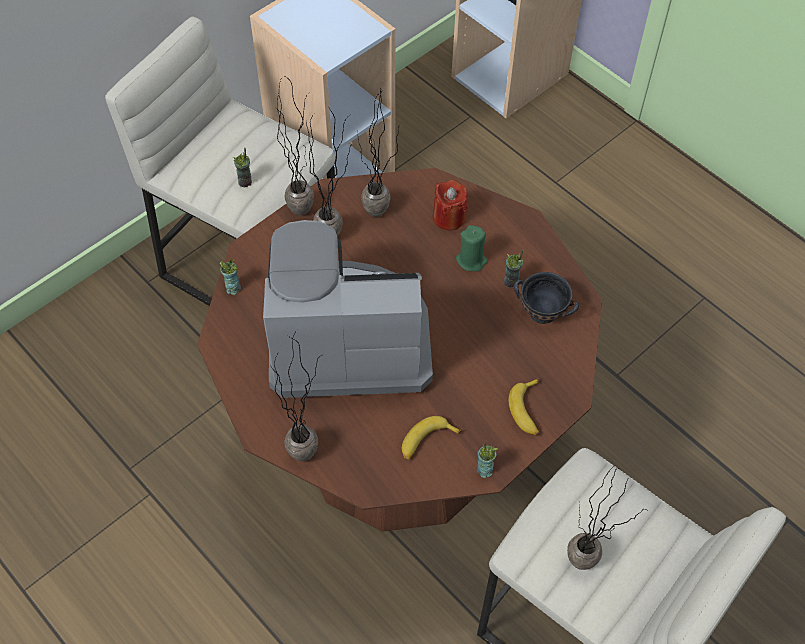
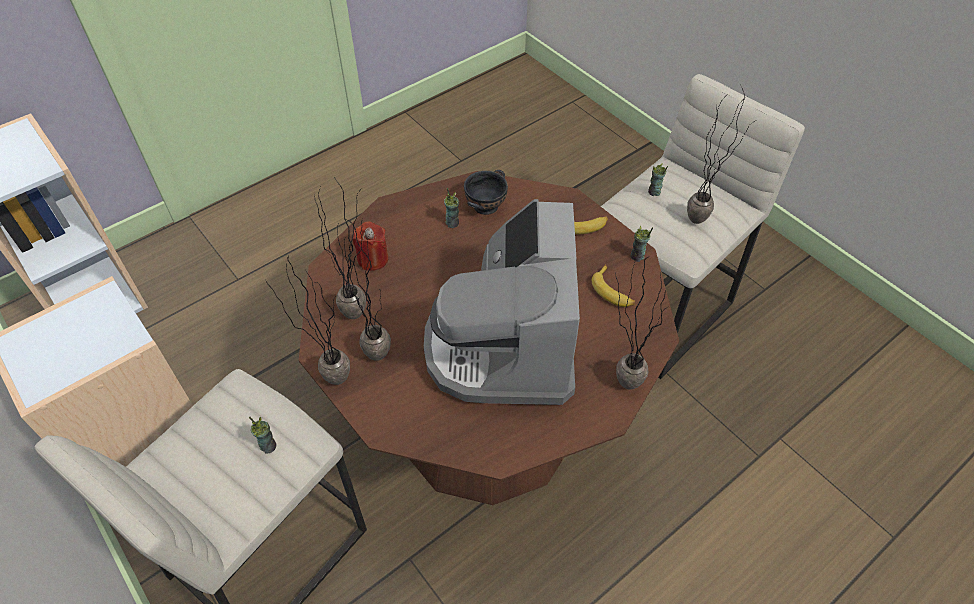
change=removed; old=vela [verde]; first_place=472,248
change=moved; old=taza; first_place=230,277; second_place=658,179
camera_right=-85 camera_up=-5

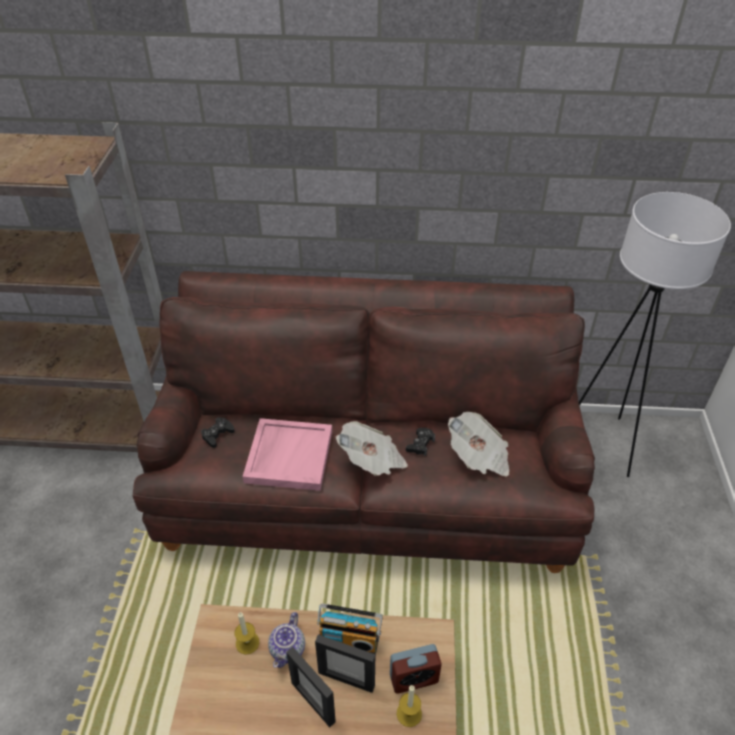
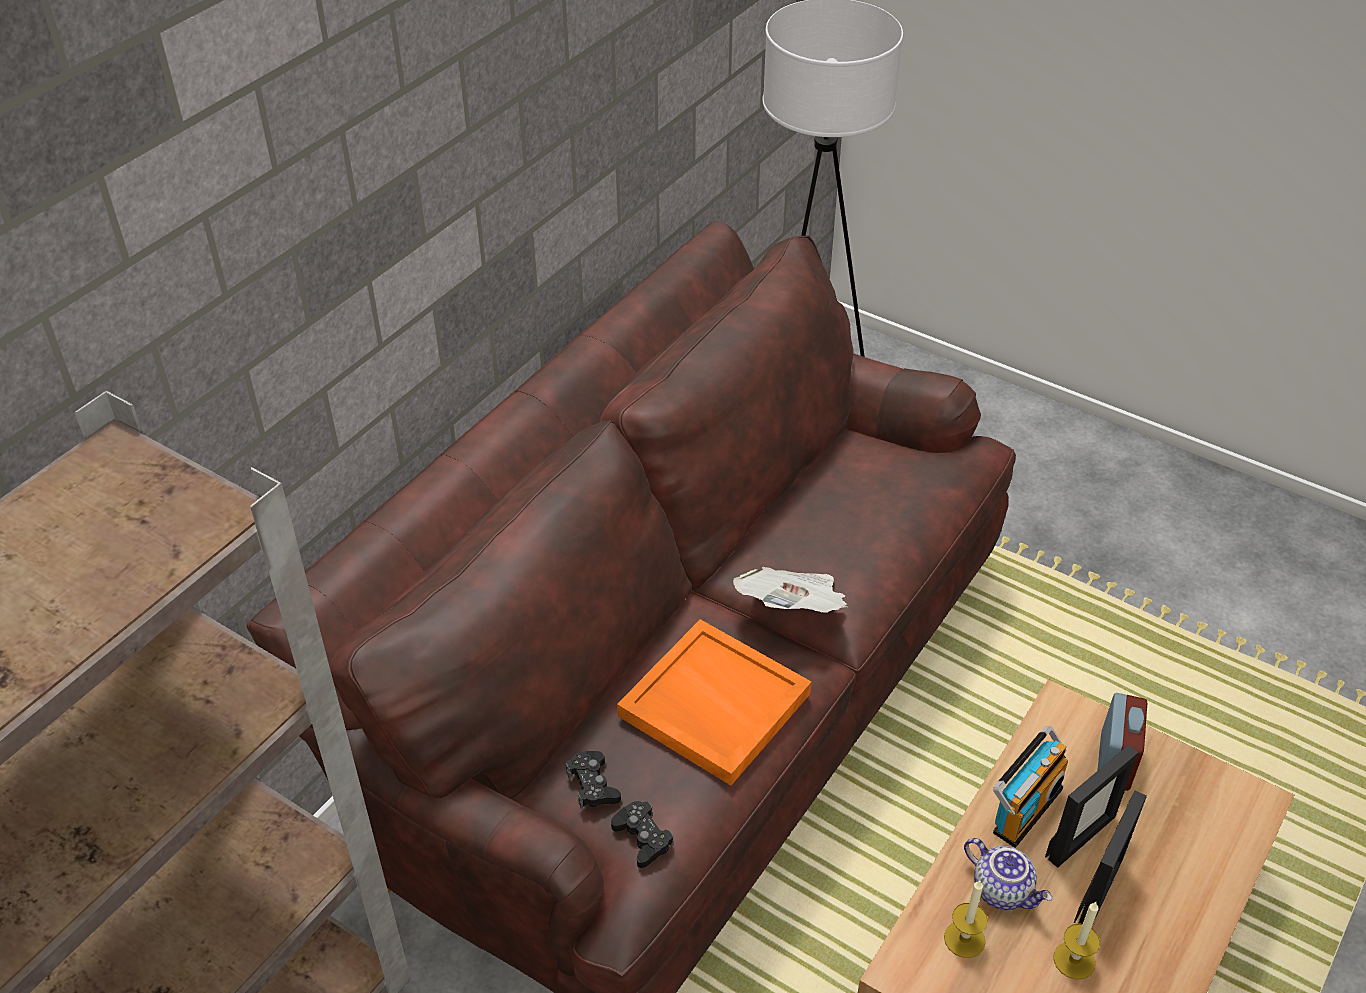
change=removed; old=periódico; first_place=478,444
change=moved; old=vela; first_place=409,706; second_place=1076,941
change=moved; old=mando de consola [negro]; first_place=420,442; second_place=642,834
change=recoloured; old=bandeja [rosa]; new=bandeja [naranja]; first_place=287,454; second_place=714,702
change=turned; old=portarretratos; first_place=311,687; second_place=1110,857; degrees=-45
camera_right=-60 camera_up=0

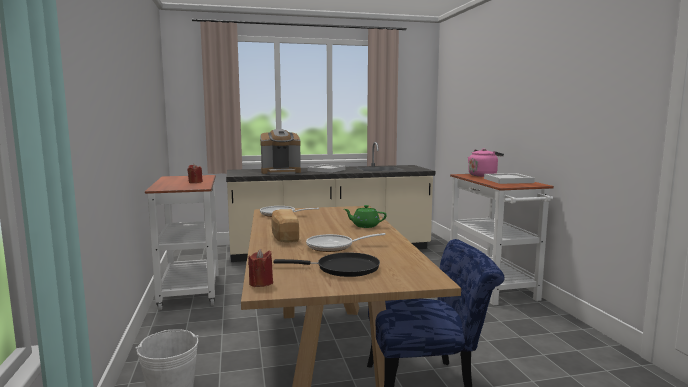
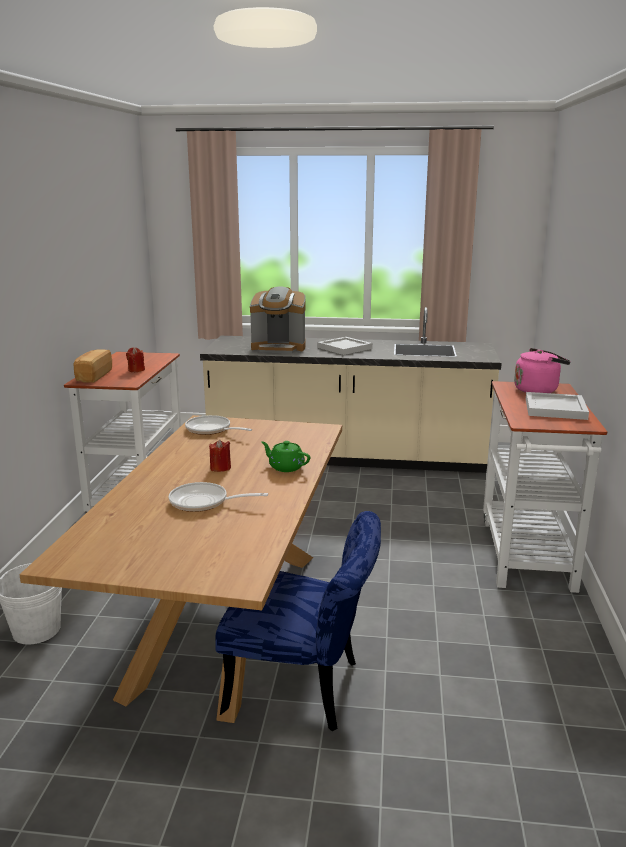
change=removed; old=sartén [negro]; first_place=326,265
change=moved; old=vela [rojo]; first_place=260,268; second_place=220,455
change=moved; old=pan; first_place=285,226; second_place=93,366
camera_right=20 camera_up=10

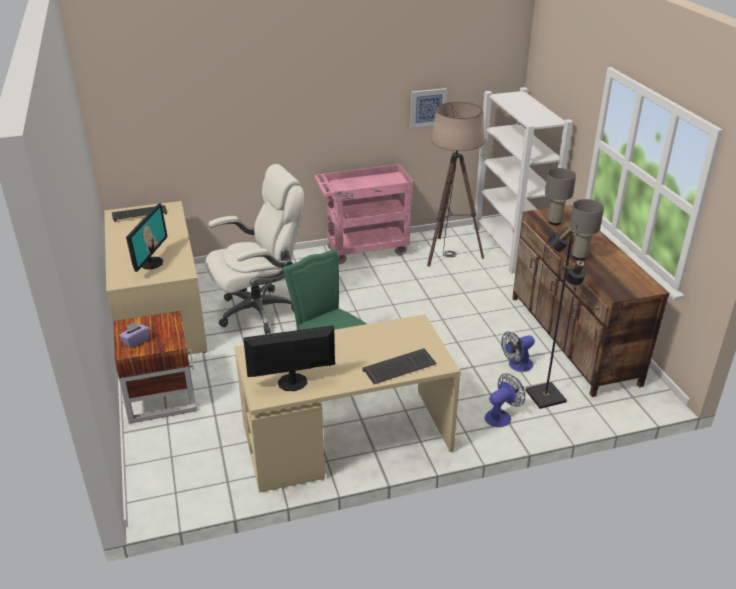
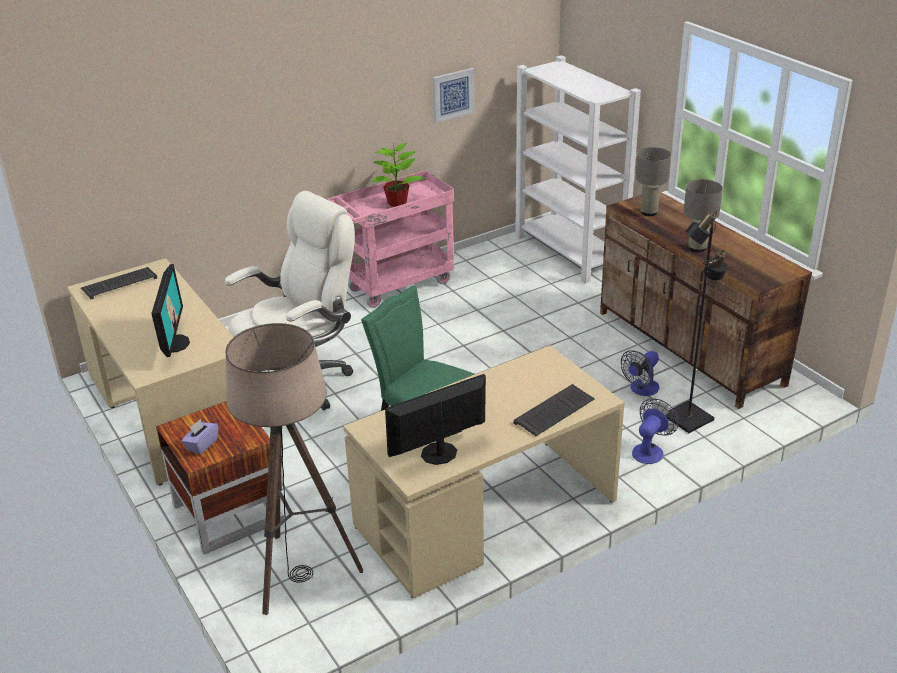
change=added; new=planta en maceta; second_place=399,175
change=moved; old=lámpara de pie; first_place=455,184; second_place=294,469
camera_right=-15 camera_up=0

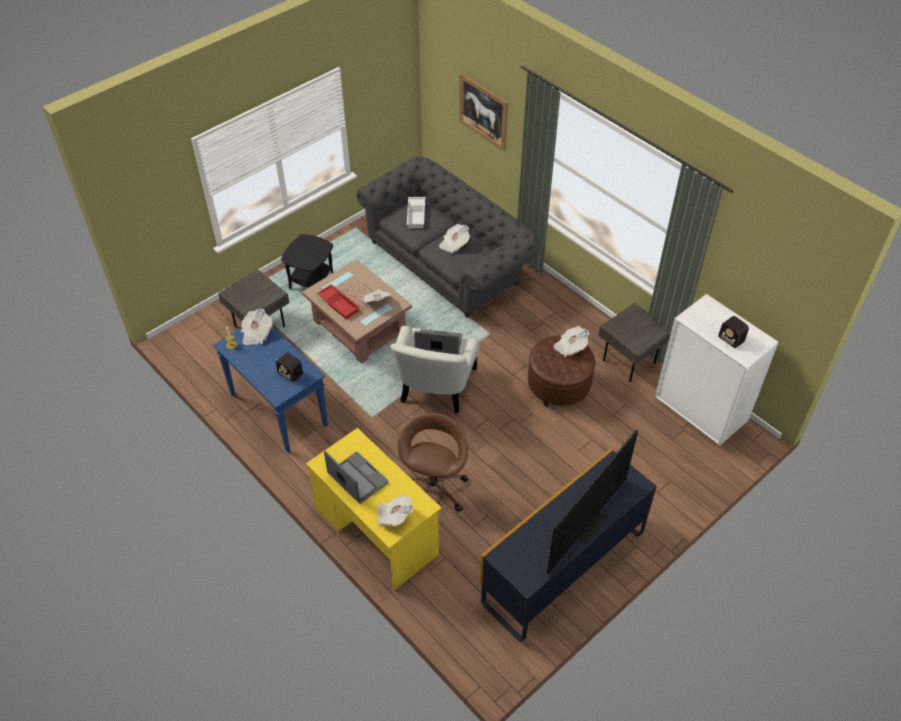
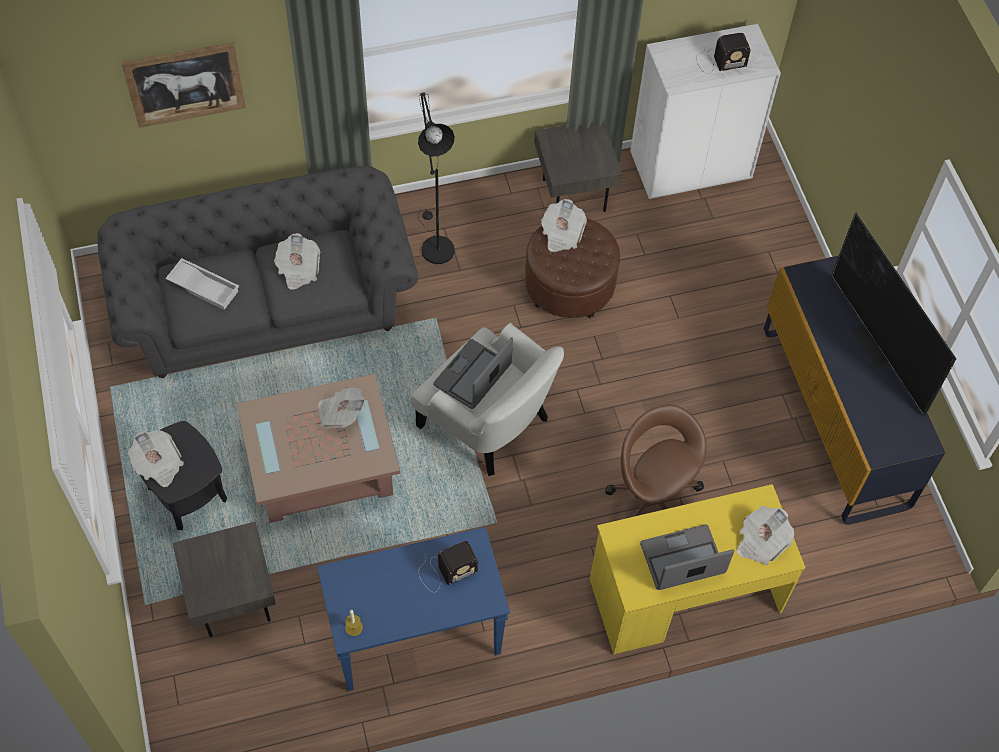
change=removed; old=bandeja [rojo]; first_place=338,302
change=added; new=lámpara de pie [negro]; second_place=436,178
change=moved; old=periódico; first_place=256,327; second_place=156,458
camera_right=-65 camera_up=10

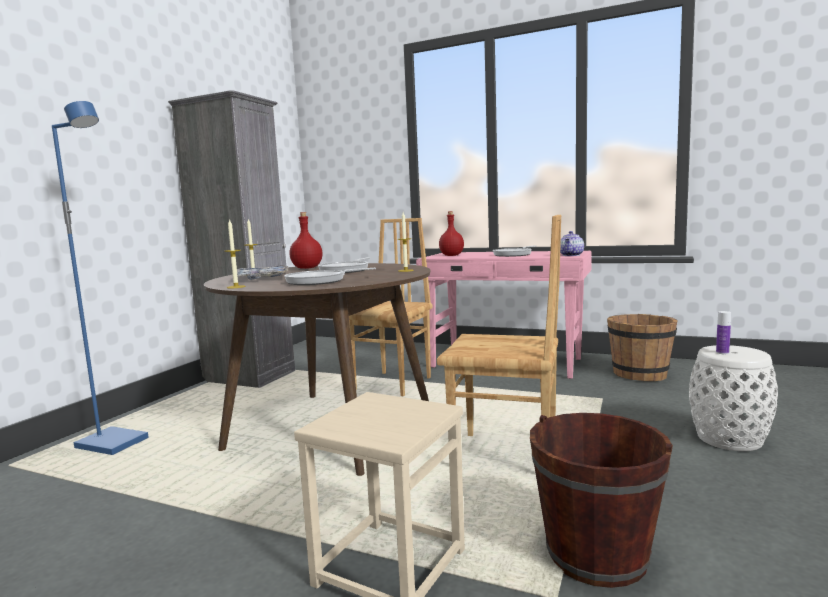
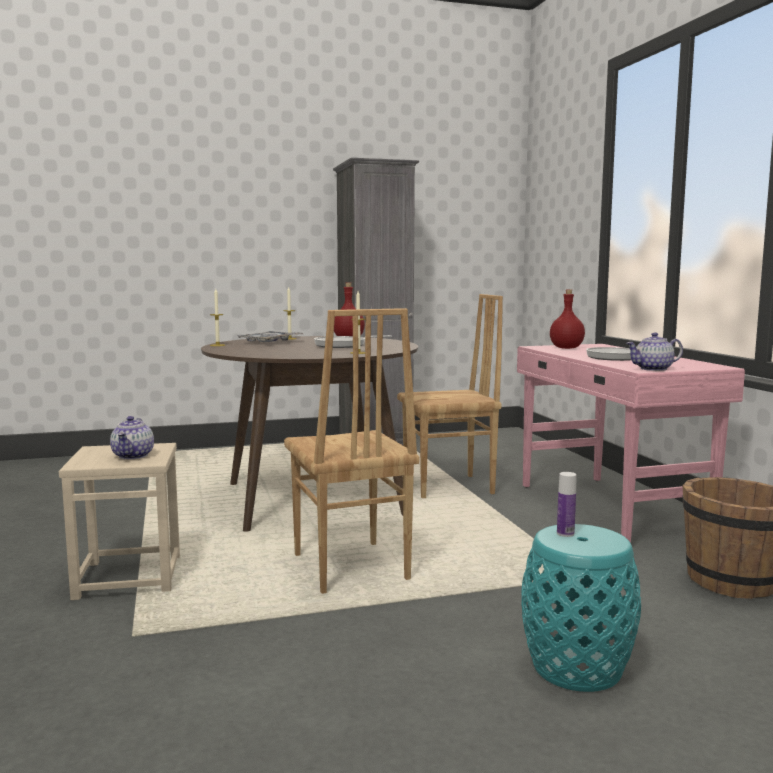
change=removed; old=lámpara de pie [azul]; first_place=100,278
change=removed; old=sartén; first_place=330,276
change=removed; old=cubo [marrón]; first_place=601,500
change=added; new=tetera; second_place=132,437
change=recoloured; old=taburete [blanco]; new=taburete [turquesa]; first_place=733,398; second_place=581,608
camera_right=50 camera_up=0

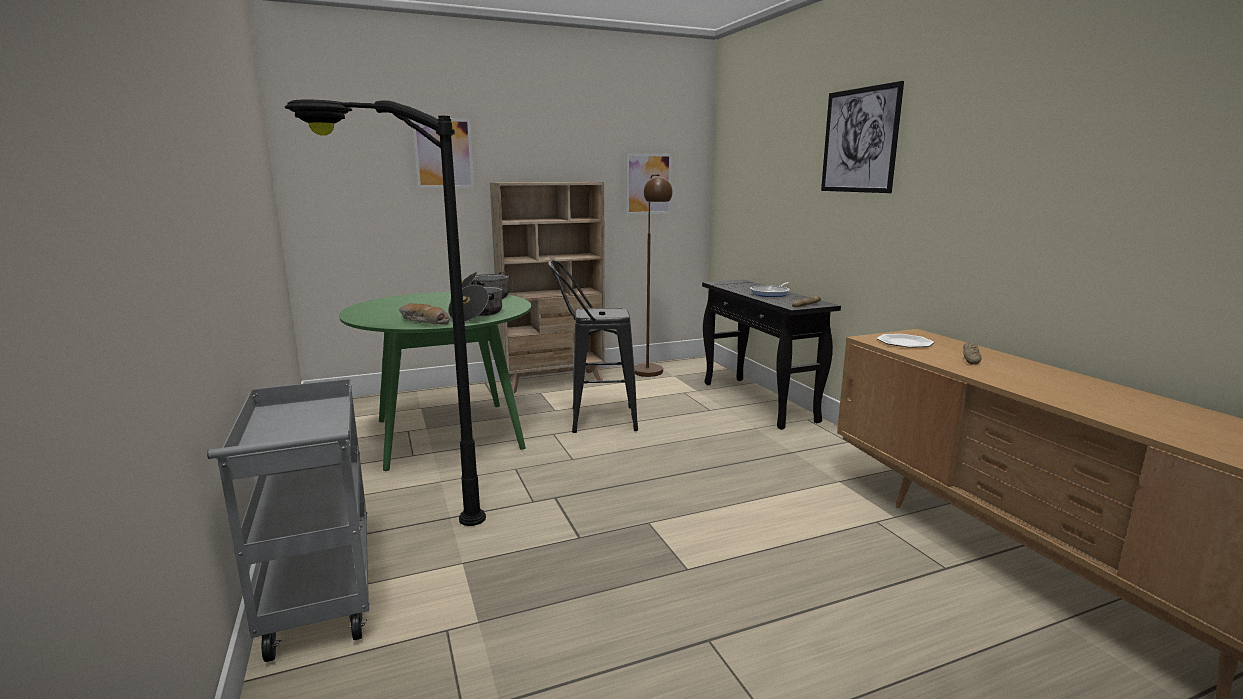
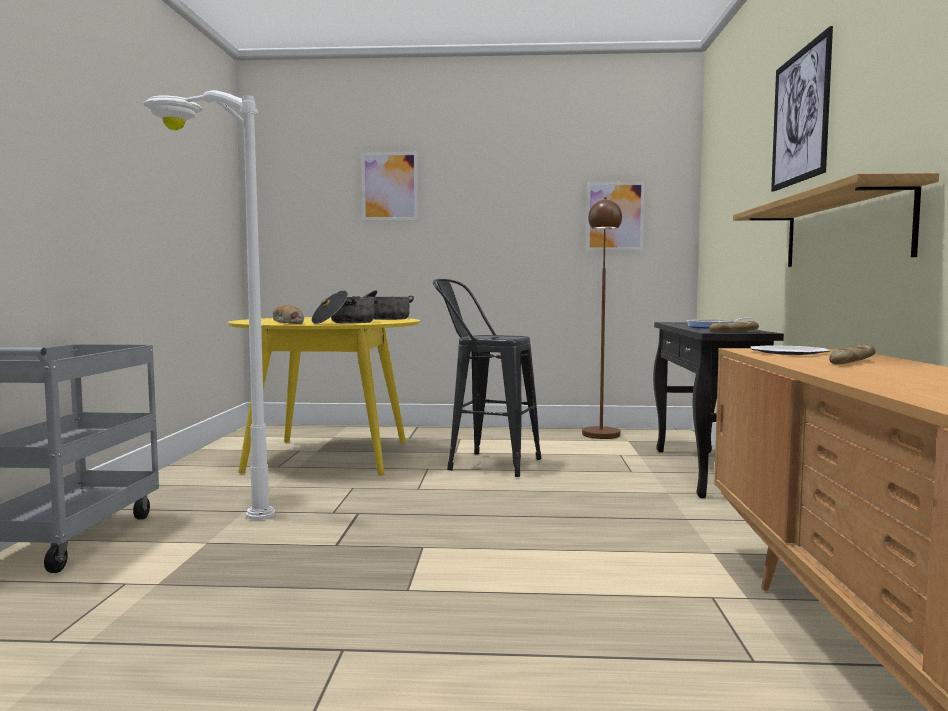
change=removed; old=estantería [beis]; first_place=547,288
change=added; new=estante; second_place=836,220
change=recoloured; old=lámpara de pie [negro]; new=lámpara de pie [blanco]; first_place=385,313; second_place=209,305
change=recoloured; old=mesa de comedor [verde]; new=mesa de comedor [amarillo]; first_place=435,381; second_place=324,396
camera_right=25 camera_up=-10

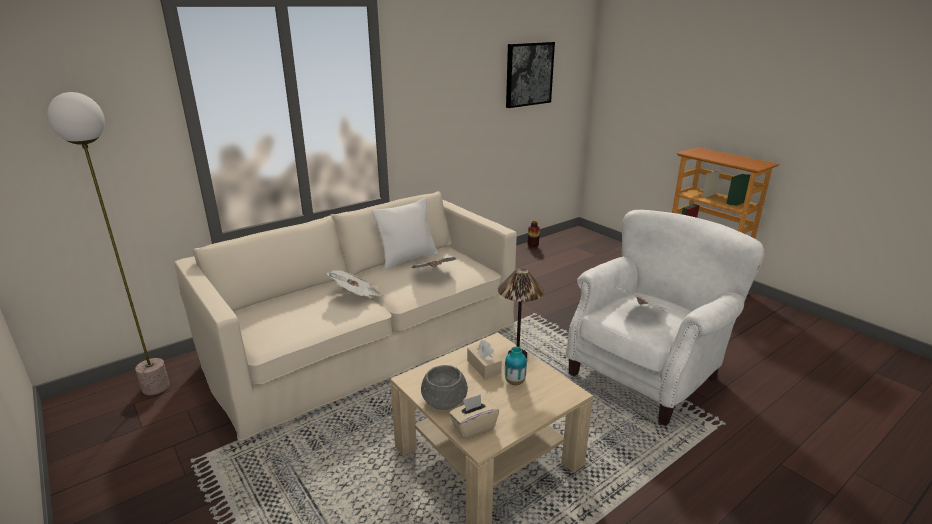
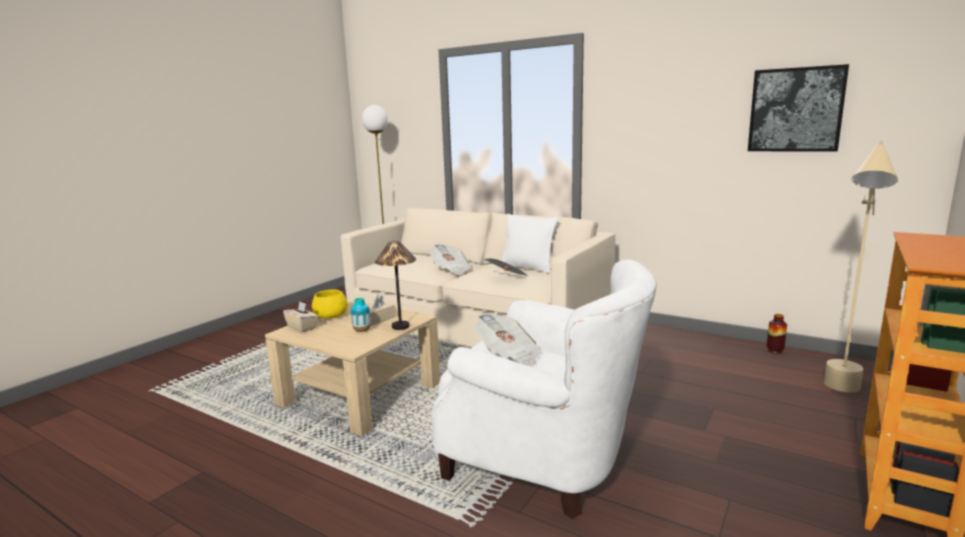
change=added; new=lámpara de pie [beis]; second_place=861,267
change=recoloured; old=cuenco [gris]; new=cuenco [amarillo]; first_place=444,387; second_place=330,304
camera_right=70 camera_up=-10

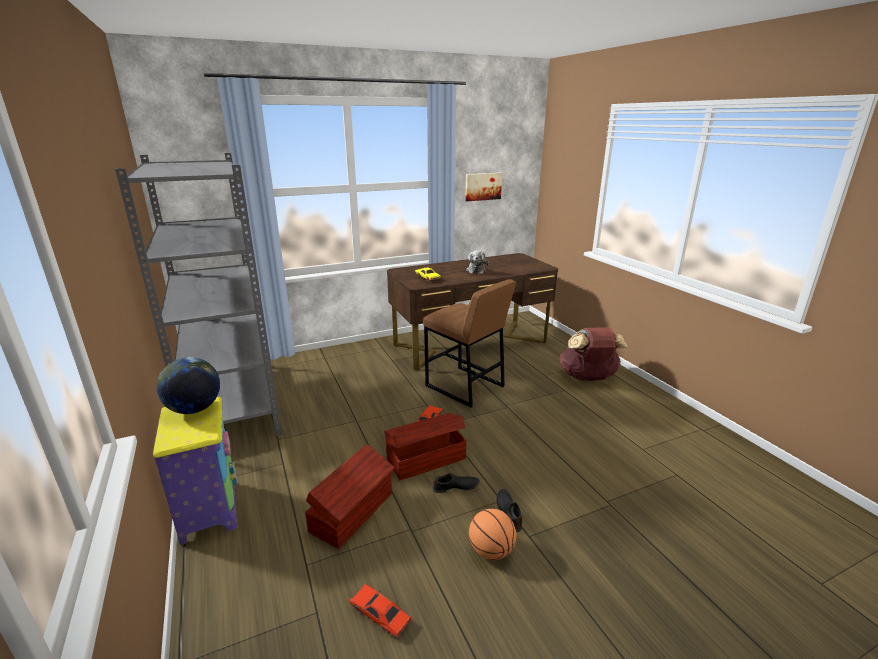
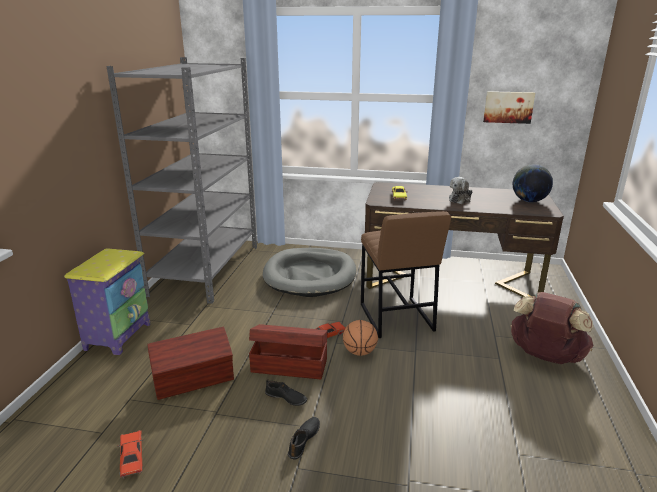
change=added; new=cama para perro [gris]; second_place=309,272
change=moved; old=globo terráqueo; first_place=188,385; second_place=533,183
change=moved; old=balón de baloncesto; first_place=493,534; second_place=360,338
camera_right=35 camera_up=0

